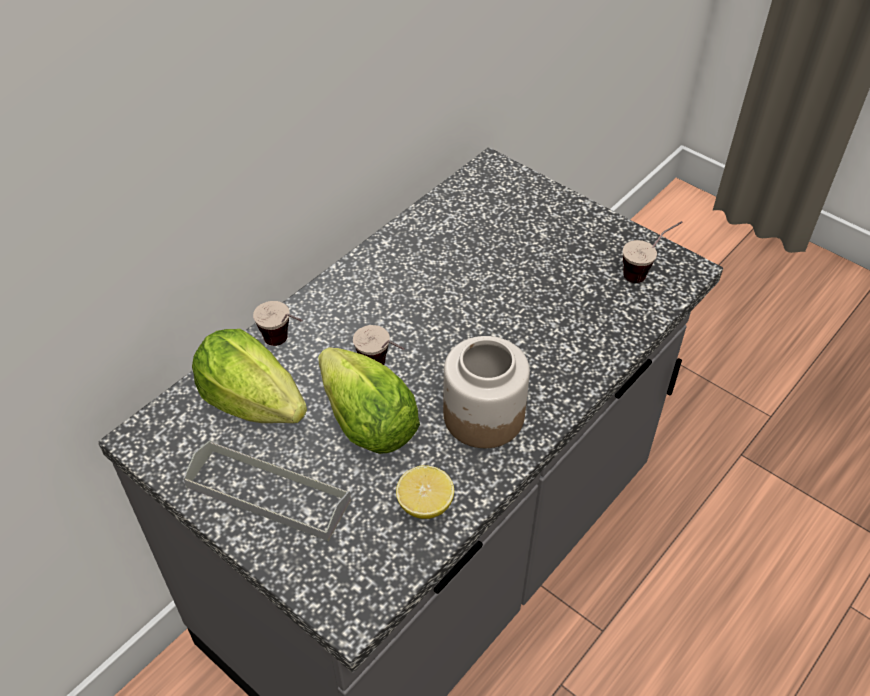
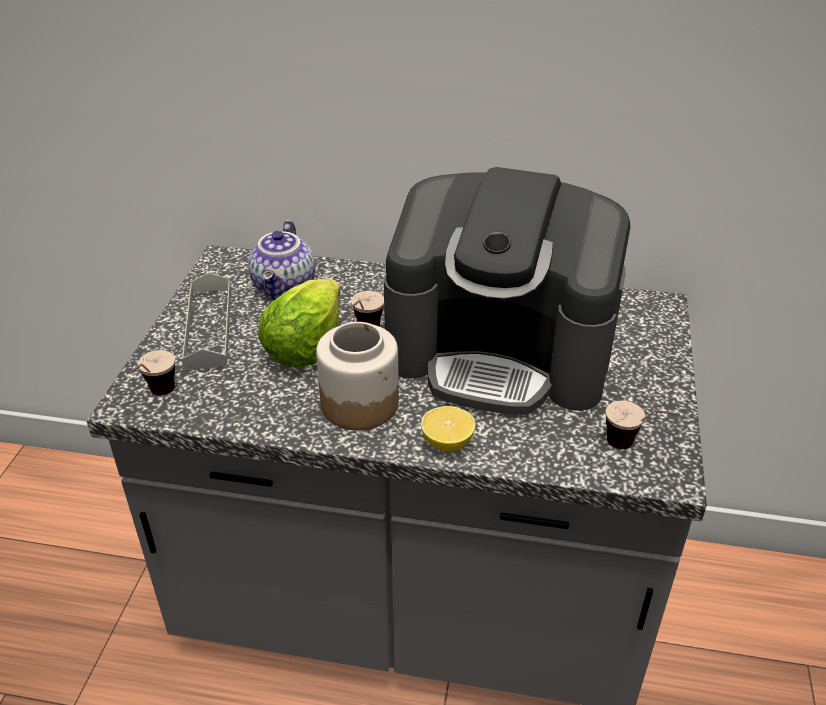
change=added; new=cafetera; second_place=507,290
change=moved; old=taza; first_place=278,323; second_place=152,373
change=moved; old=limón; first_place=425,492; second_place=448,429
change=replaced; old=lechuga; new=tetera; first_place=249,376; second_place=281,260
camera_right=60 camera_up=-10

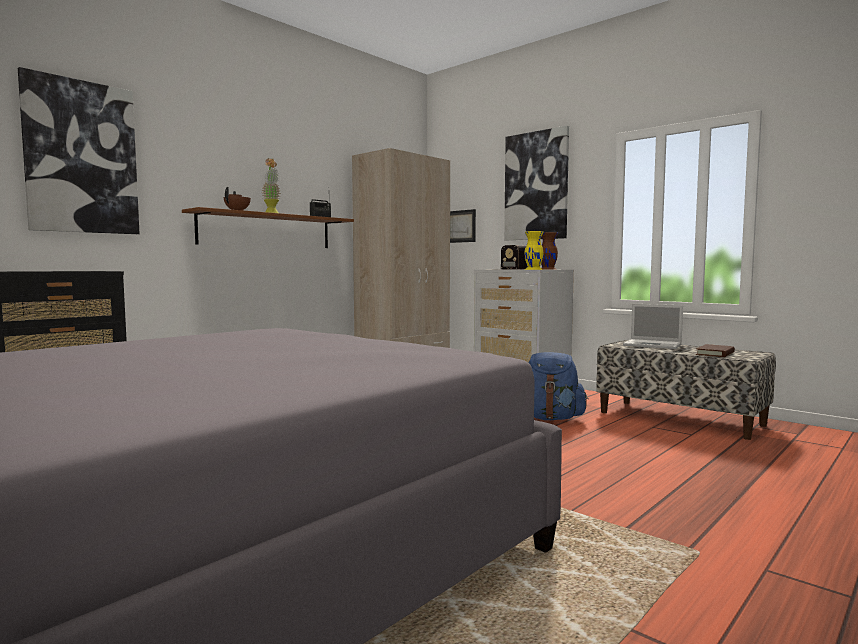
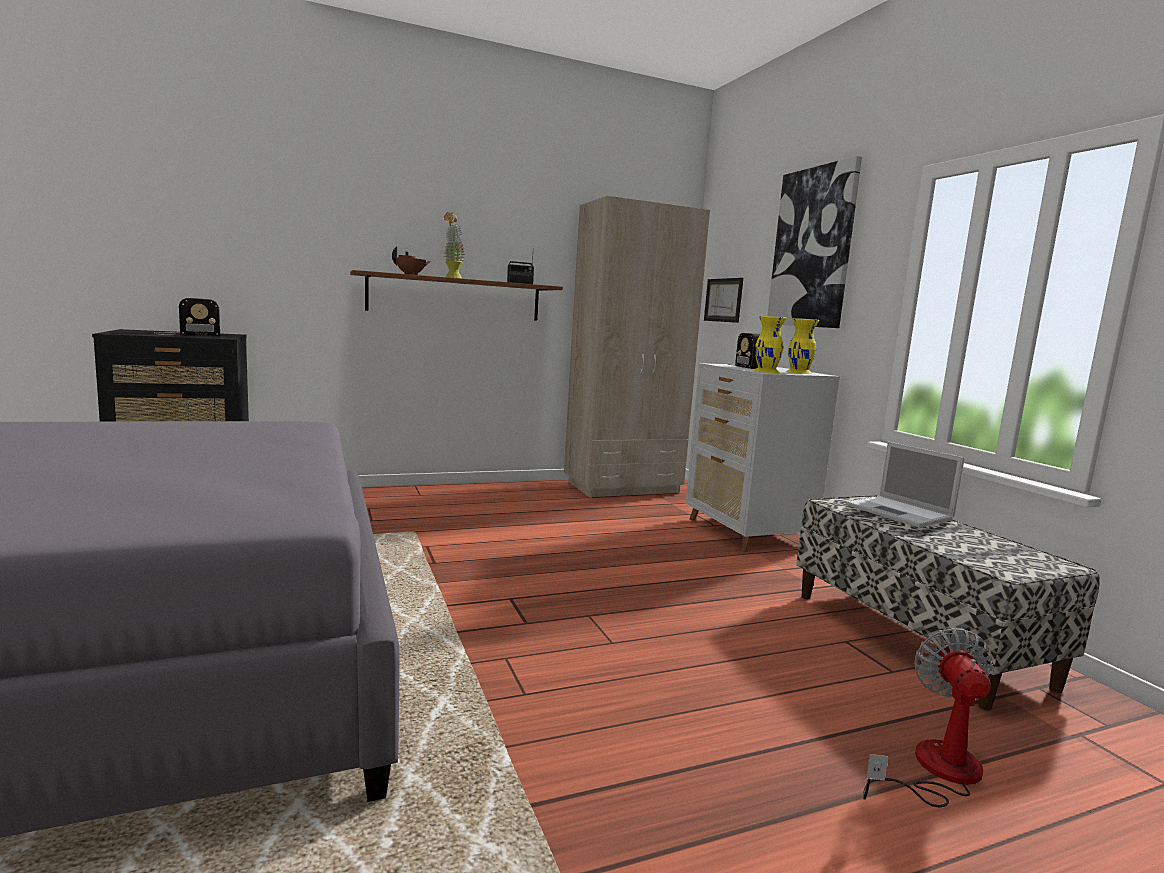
change=removed; old=cuadro; first_place=79,150
change=removed; old=mochila [azul]; first_place=558,386
change=removed; old=libro [marrón]; first_place=715,350
change=added; new=radio; second_place=187,317
change=added; new=ventilador; second_place=928,717
change=recoloured; old=florero [marrón]; new=florero [amarillo]; first_place=549,251; second_place=802,346
camera_right=25 camera_up=5

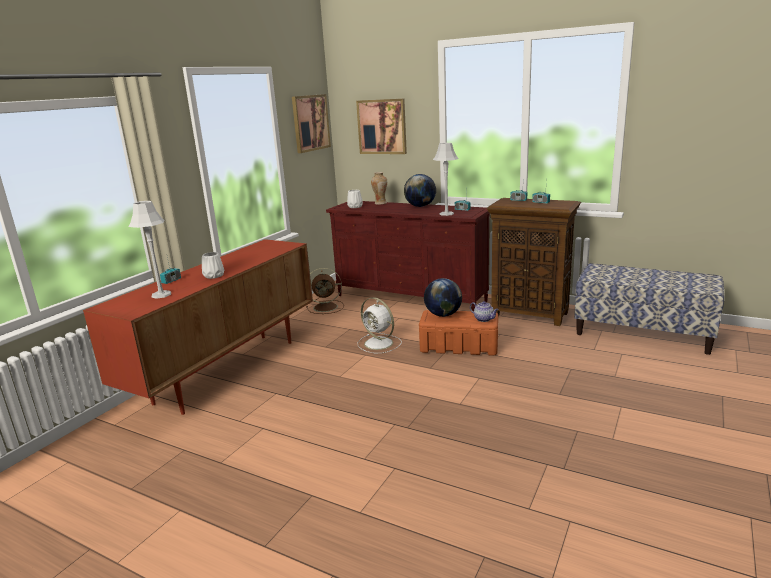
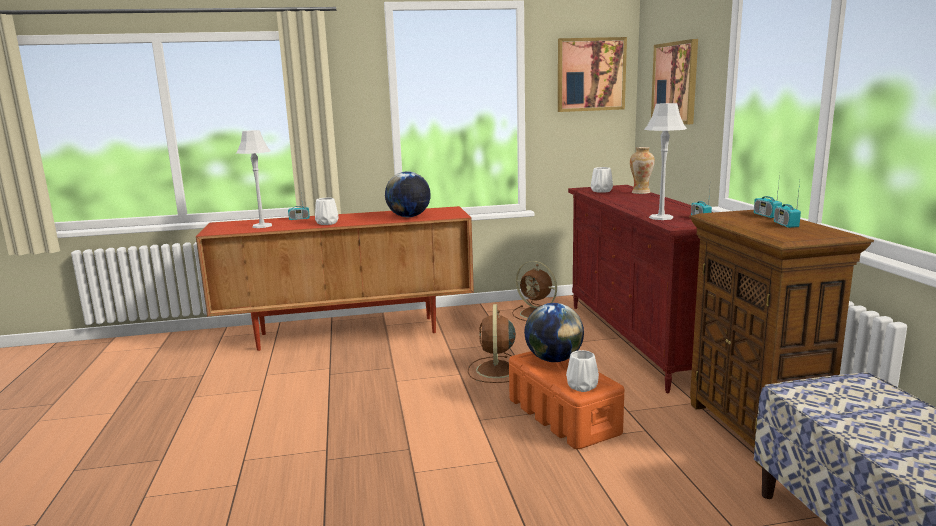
change=moved; old=globo terráqueo; first_place=420,190; second_place=408,194
change=replaced; old=tetera; new=florero [blanco]; first_place=484,311; second_place=582,371
change=recoloured; old=ventilador [blanco]; new=ventilador [marrón]; first_place=379,325; second_place=492,343
camera_right=50 camera_up=-5

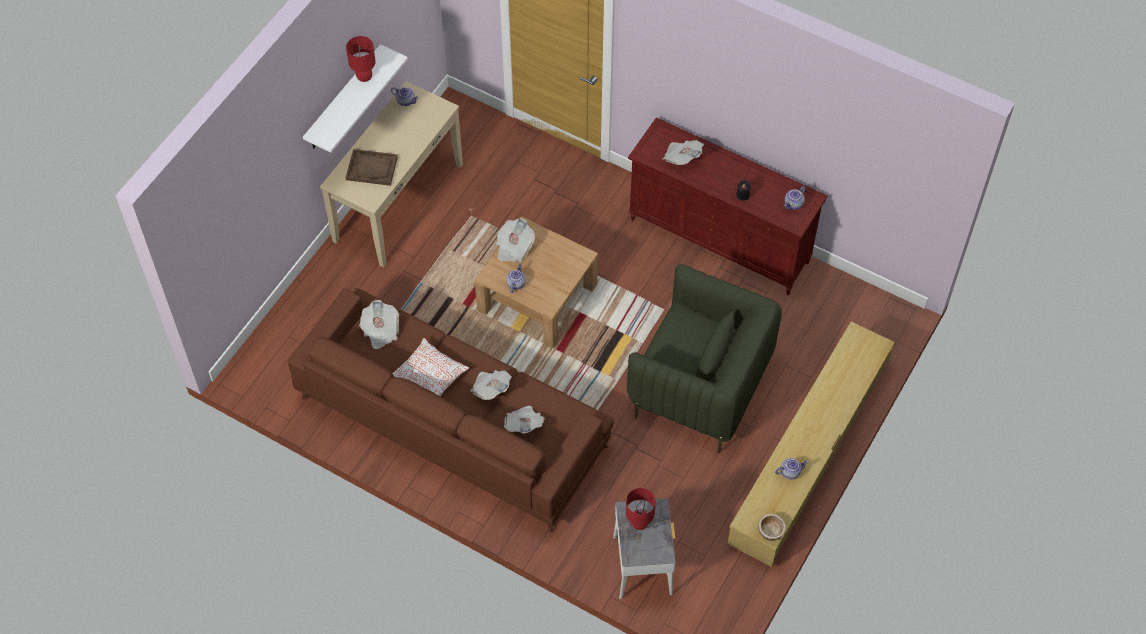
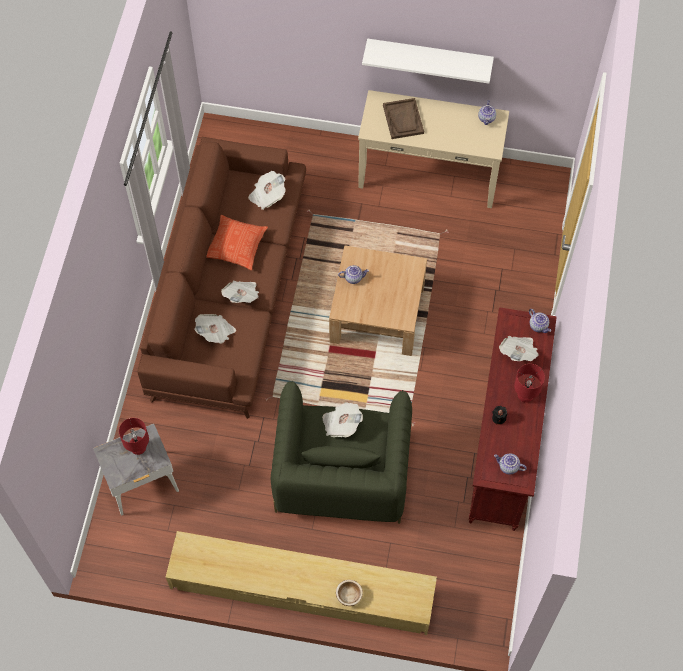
change=moved; old=lámpara de mesa [rojo]; first_place=361,59; second_place=529,383
change=moved; old=periódico; first_place=515,240; second_place=342,419
change=moved; old=cuenco; first_place=772,527; second_place=349,593
change=moved; old=tetera; first_place=792,468; second_place=540,321
change=recoloured; old=cojín [blanco]; new=cojín [naranja]; first_place=430,367; second_place=237,242
camera_right=70 camera_up=5

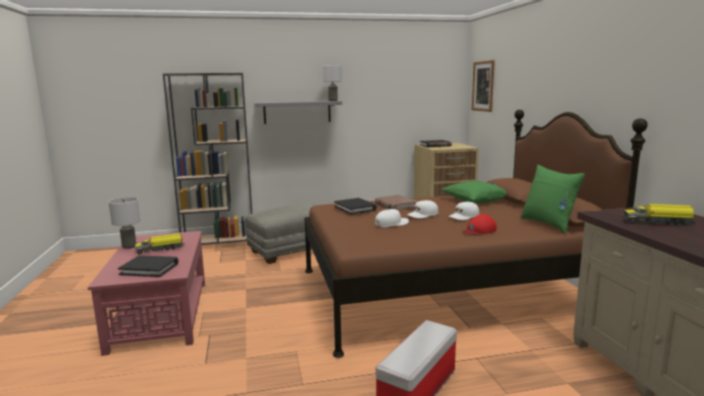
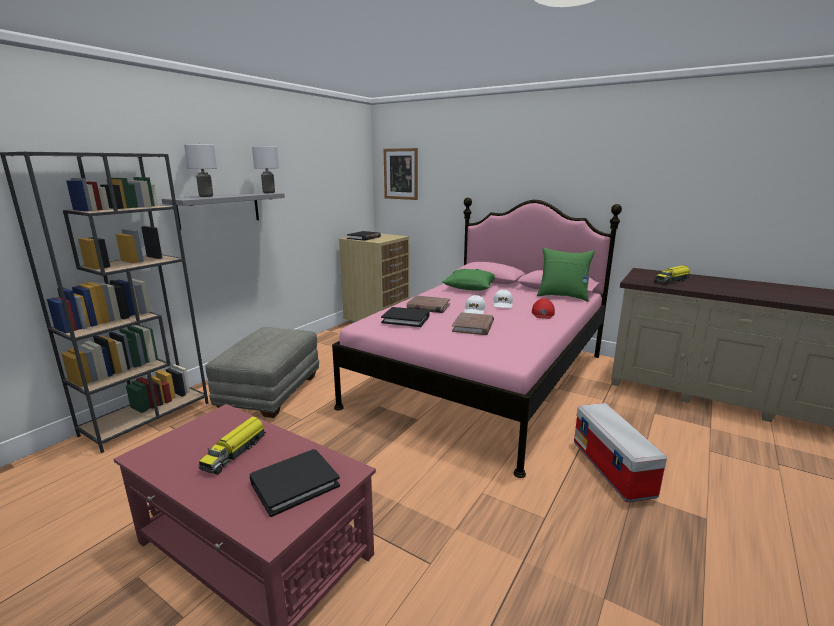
change=moved; old=lámpara de mesa [blanco]; first_place=124,223; second_place=200,170
change=replaced; old=gorra [blanco]; new=libro [marrón]; first_place=392,218; second_place=473,323
change=recoloured; old=cama [marrón]; new=cama [rosa]; first_place=476,234; second_place=477,338
camera_right=-45 camera_up=5

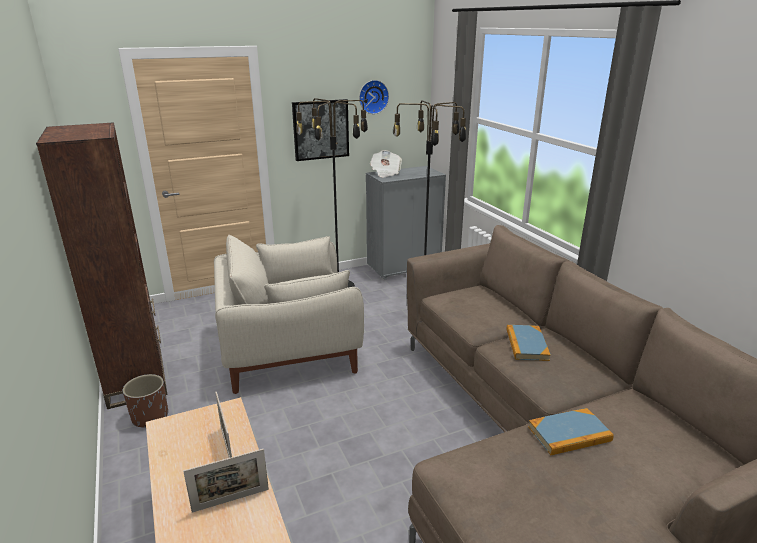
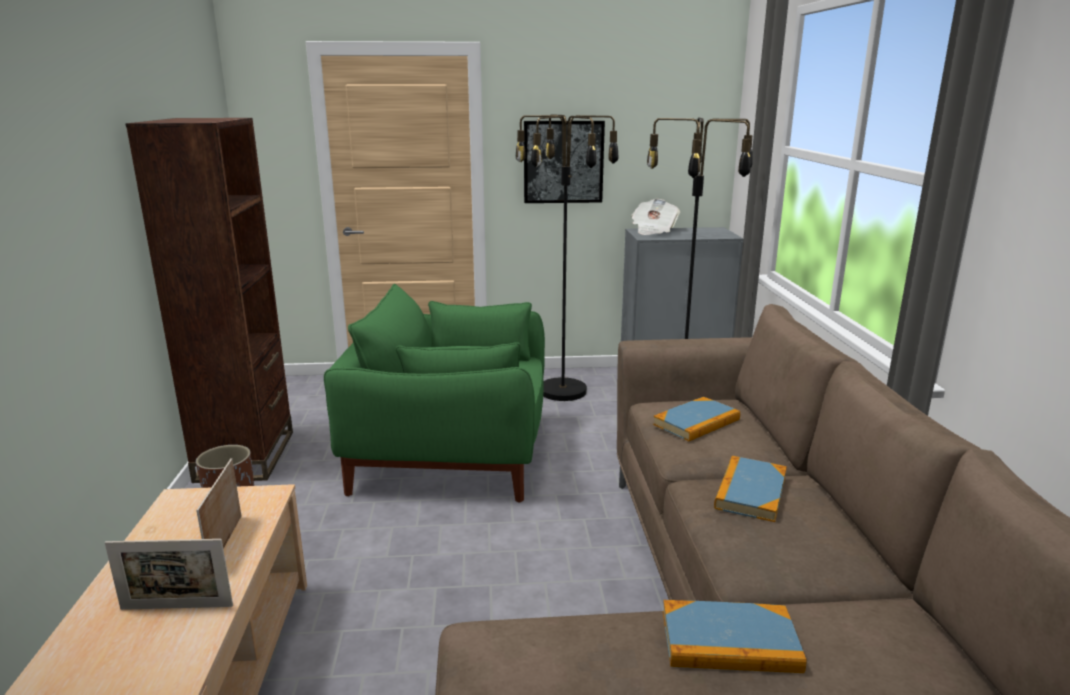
change=removed; old=reloj de pared; first_place=374,97
change=added; new=libro; second_place=696,419
change=recoloured; old=sillón [beis]; new=sillón [verde]; first_place=289,314; second_place=434,393
camera_right=20 camera_up=-5

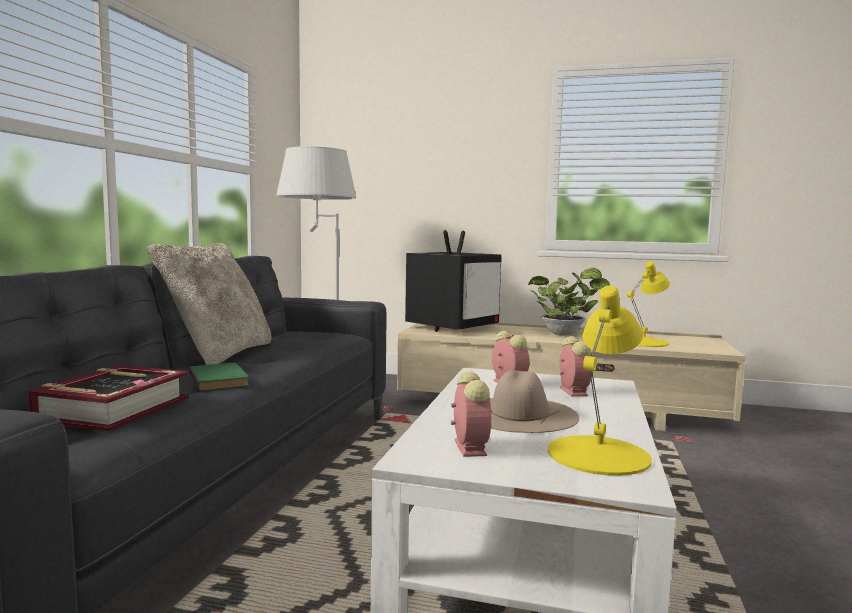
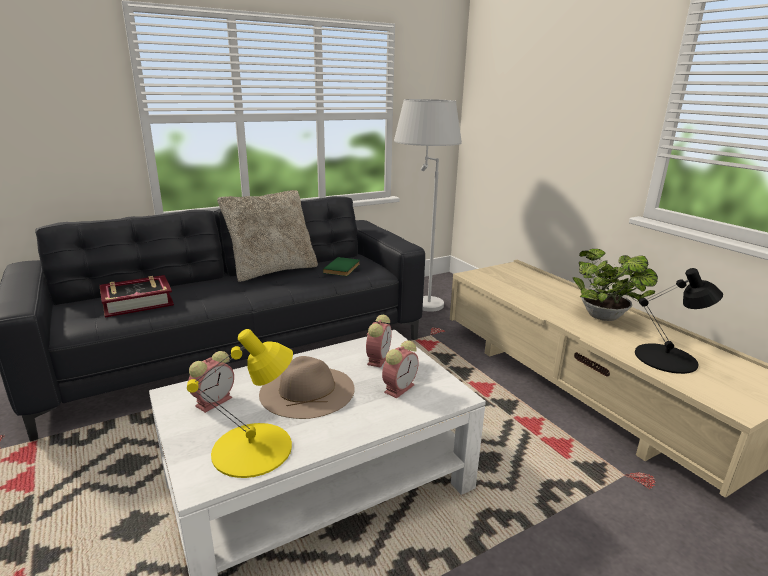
change=removed; old=televisor; first_place=453,281
change=moved; old=libro [verde]; first_place=219,377; second_place=341,266
change=recoloured; old=lámpara de mesa [amarillo]; new=lámpara de mesa [negro]; first_place=648,304; second_place=679,321
camera_right=45 camera_up=15

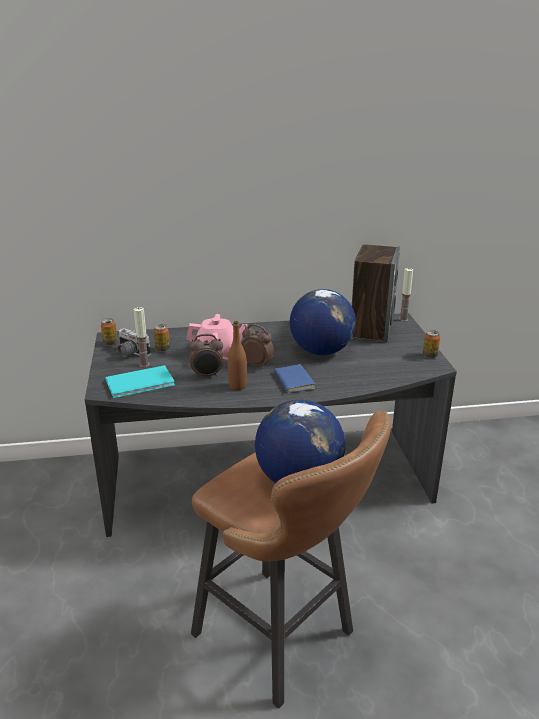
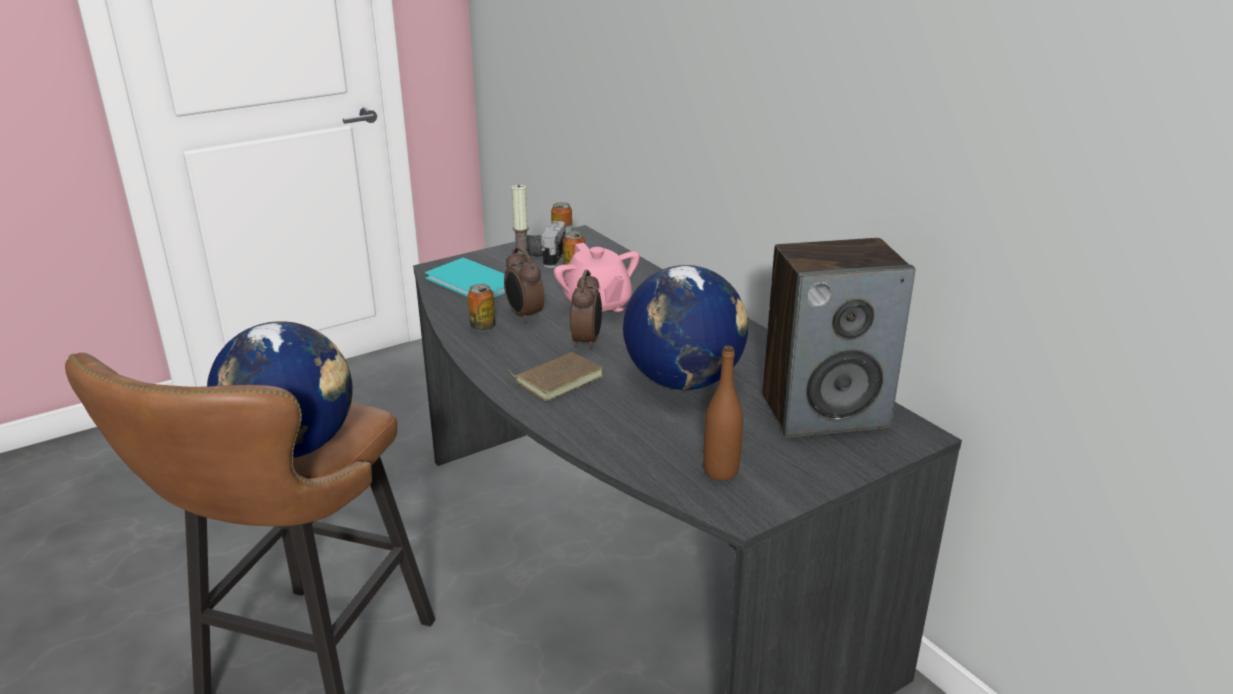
change=removed; old=vela; first_place=406,294
change=moved; old=botella [marrón]; first_place=237,355; second_place=723,413
change=moved; old=lata; first_place=431,344; second_place=481,307
change=recoloured; old=libro [azul]; new=libro [marrón]; first_place=294,378; second_place=555,376
camera_right=65 camera_up=0

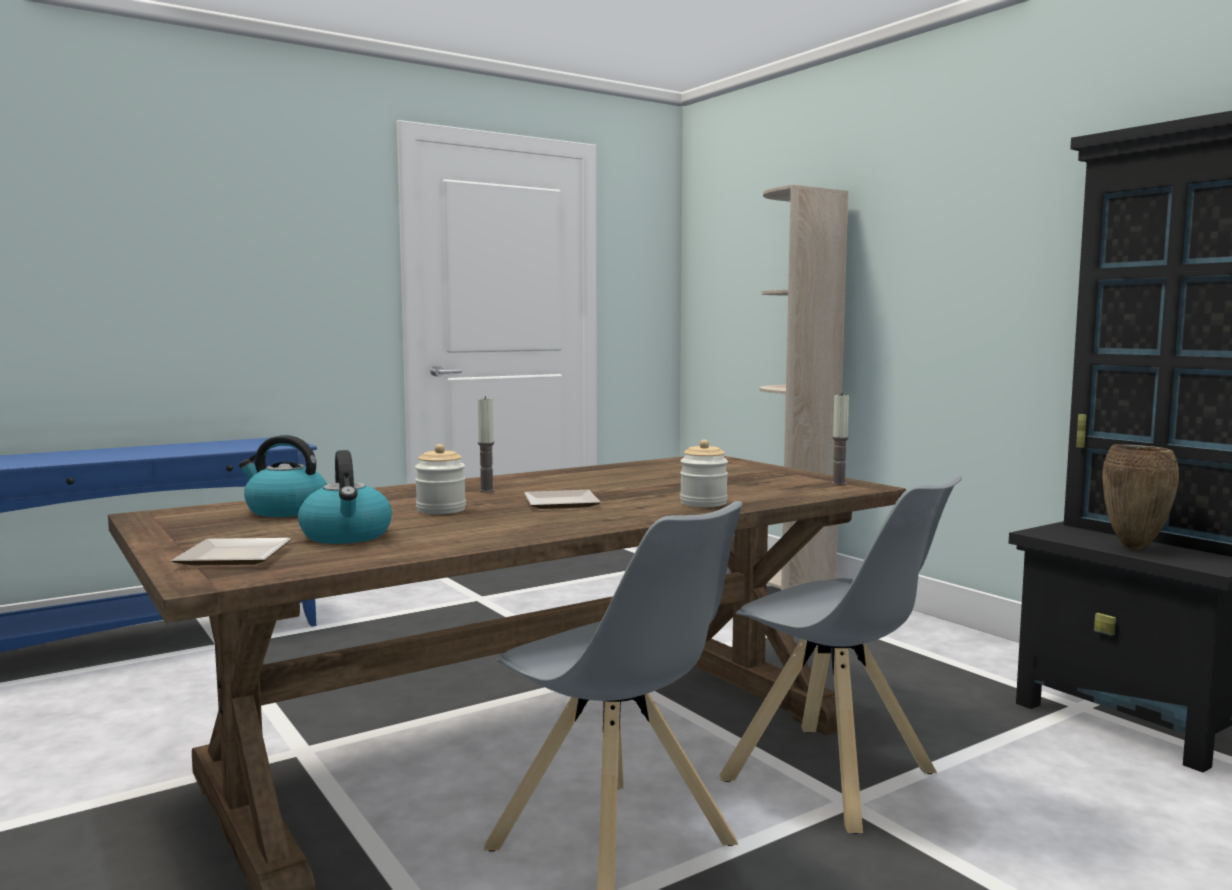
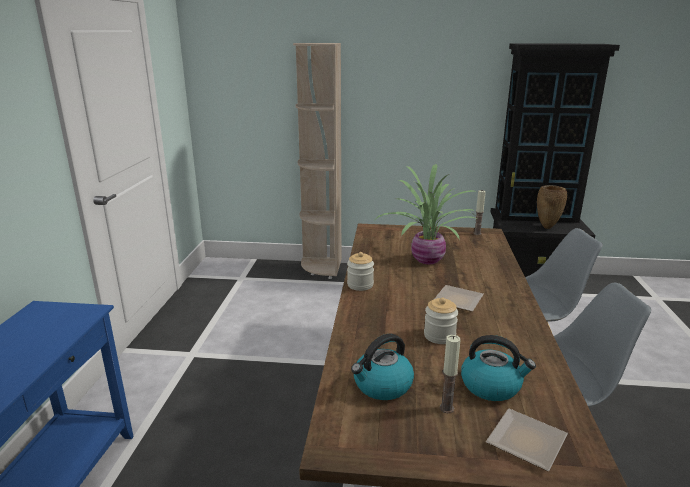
change=added; new=planta en maceta; second_place=426,214
change=moved; old=vela; first_place=486,444; second_place=450,374
change=moved; old=tarro; first_place=704,473; second_place=360,271
camera_right=-50 camera_up=15

